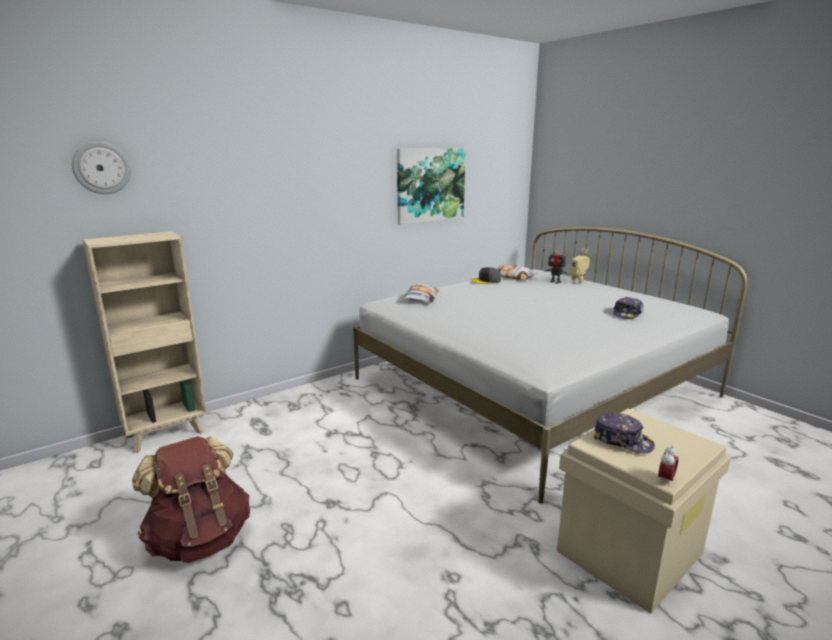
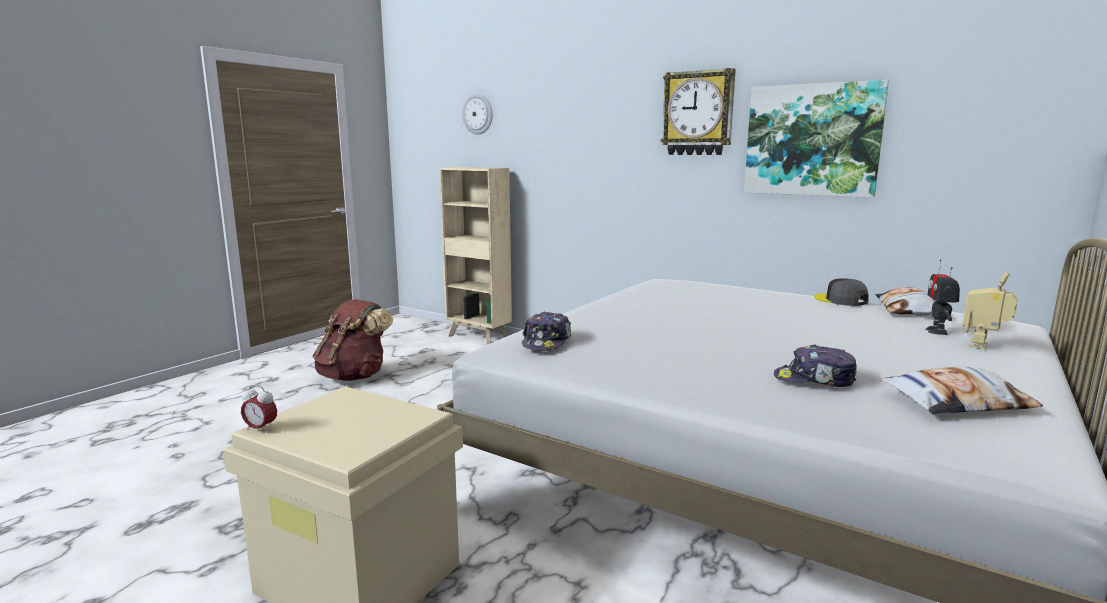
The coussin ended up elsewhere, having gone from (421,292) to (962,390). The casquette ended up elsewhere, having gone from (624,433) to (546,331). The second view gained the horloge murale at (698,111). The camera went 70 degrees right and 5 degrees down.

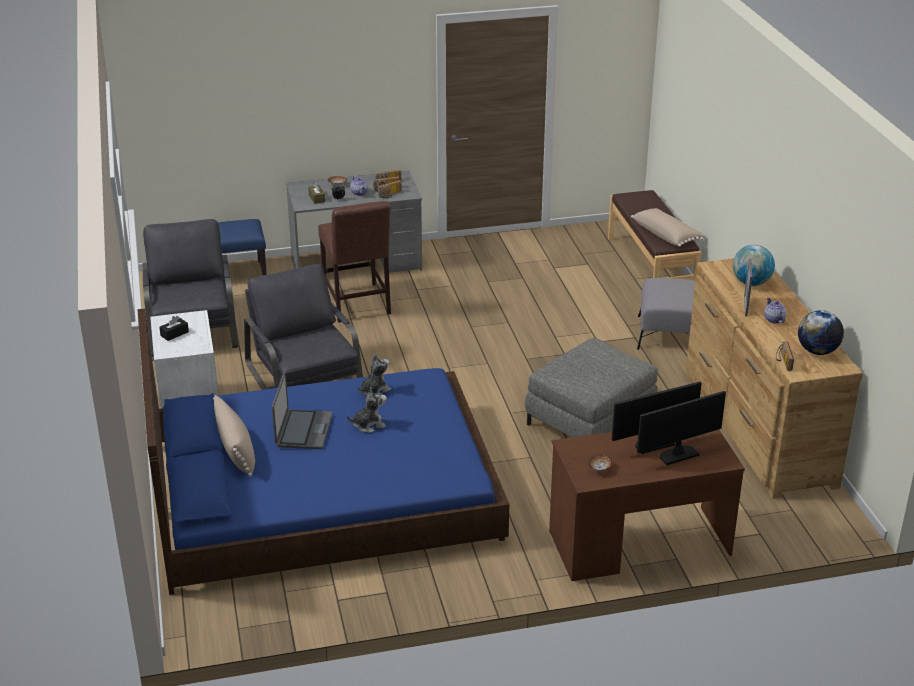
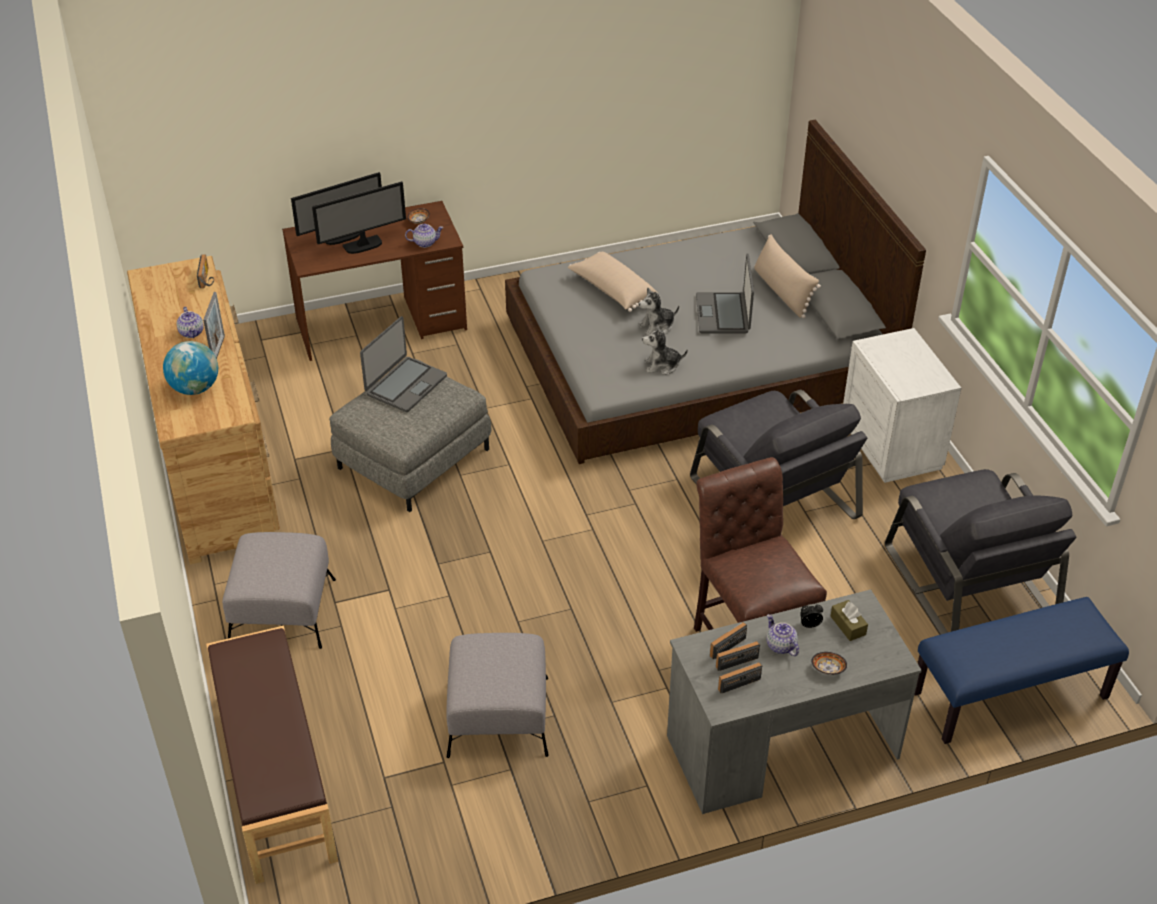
What was the lit (bleu) at (323,451) turned into the lit (gris) at (715,292). The second view lost the boîte à mouchoirs (noir) at (174,328). The peluche at (374,375) ended up facing another way, 45 degrees clockwise from before. The coussin (beige) ended up elsewhere, having gone from (667,227) to (614,282). The second view lost the globe at (821,332). The second view gained the ordinateur portable at (403,364). The second view gained the théière at (424,236). The second view gained the pouf (gris) at (497,695). The camera went 175 degrees right and 10 degrees up.

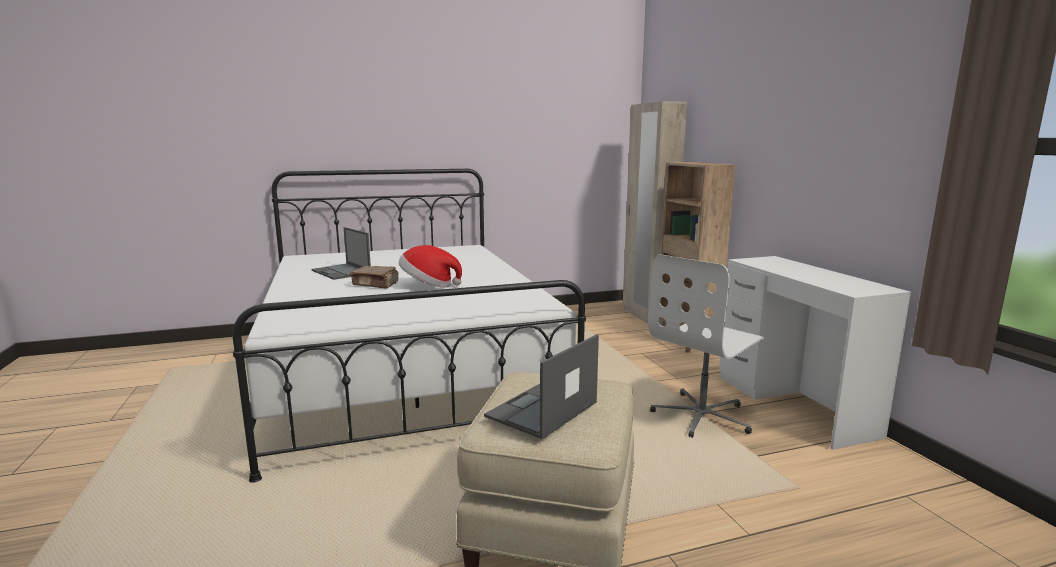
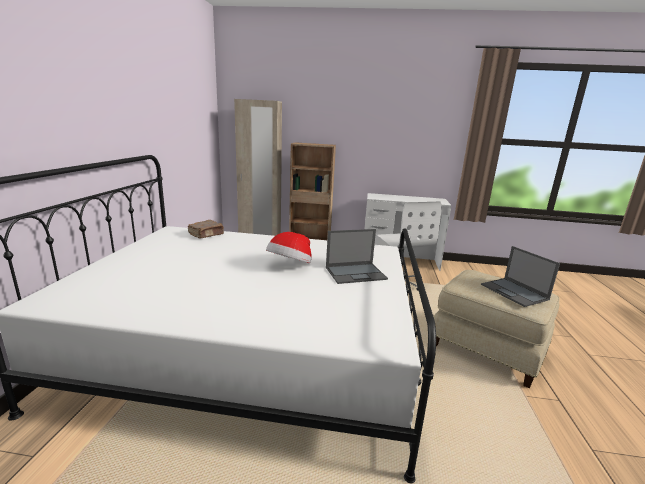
The ordinateur portable ended up elsewhere, having gone from (341,253) to (357,256). The livre (marron) ended up elsewhere, having gone from (374,277) to (206,229). The camera went 65 degrees left and 5 degrees up.

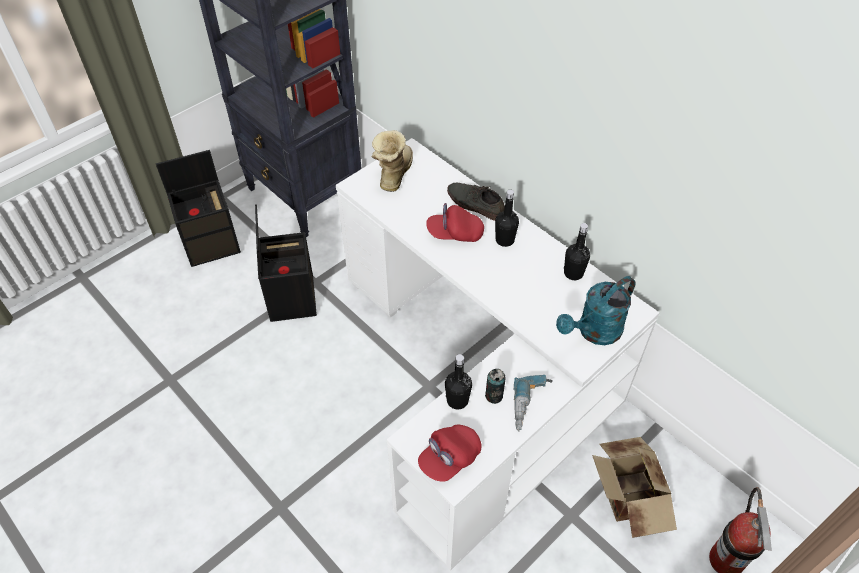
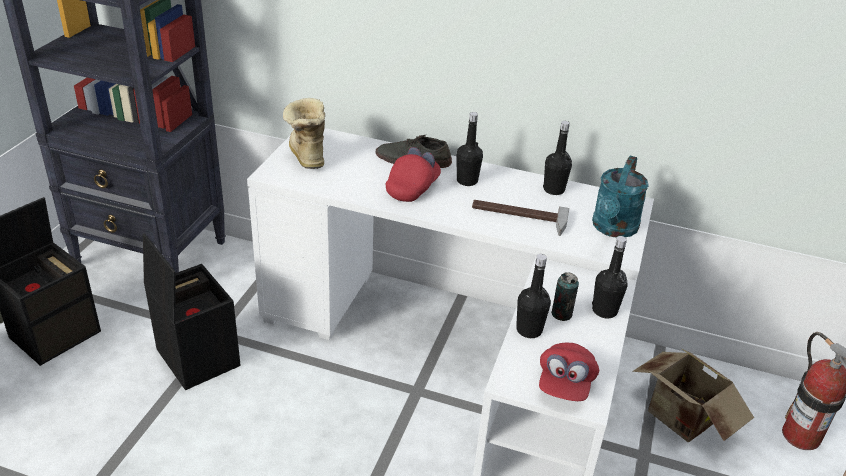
The casquette (rouge) at (455,222) ended up facing another way, 150 degrees clockwise from before. Where the perceuse stood at (533,403), the bouteille (noir) came to stand at (610,277). The second view gained the marteau at (520,218). The camera went 30 degrees left and 15 degrees down.

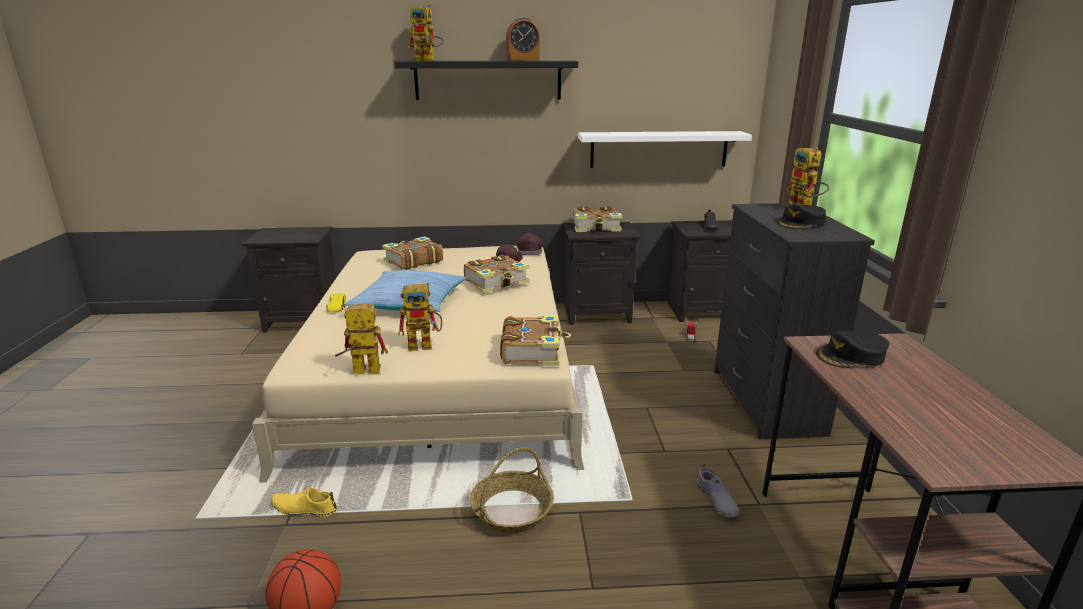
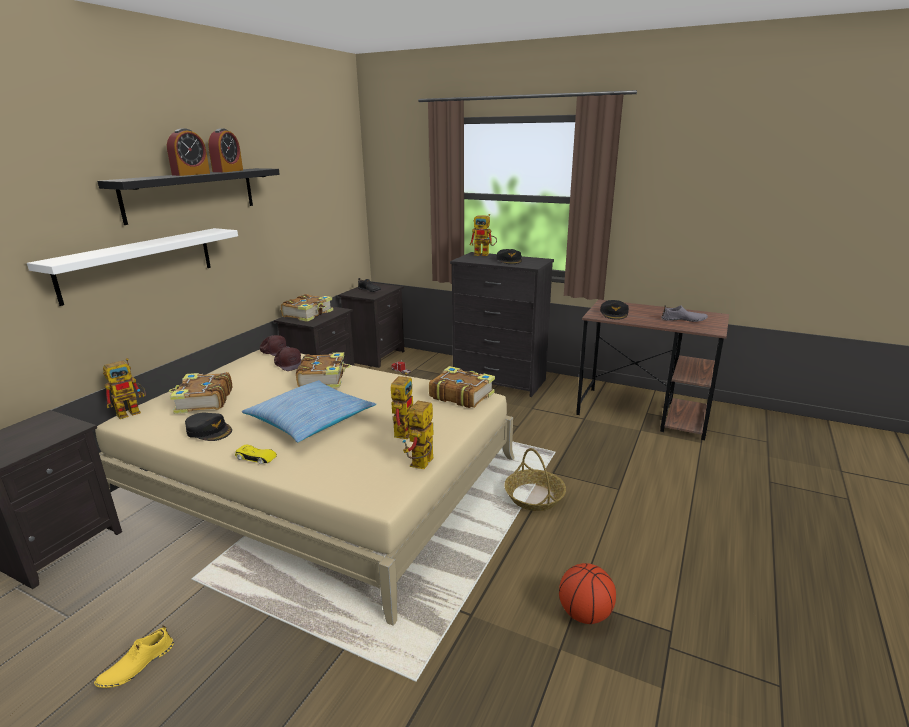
The chaussure (jaune) ended up elsewhere, having gone from (304,502) to (134,656). The robot jouet ended up elsewhere, having gone from (426,32) to (124,388). The étagère (blanc) ended up elsewhere, having gone from (665,149) to (132,267). The chaussure (gris) ended up elsewhere, having gone from (718,491) to (684,313). The second view gained the réveil at (188,152). The second view gained the casquette (noir) at (208,427). The camera went 60 degrees left and 0 degrees up.

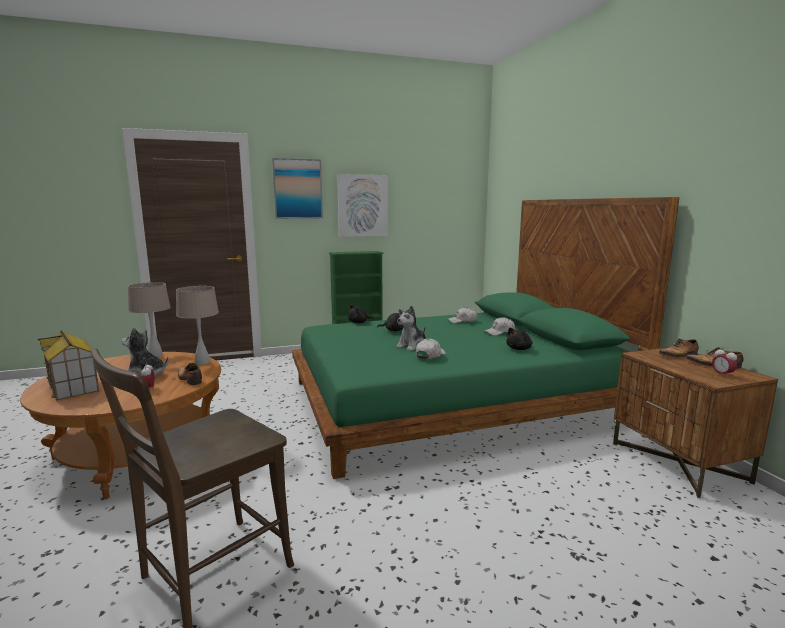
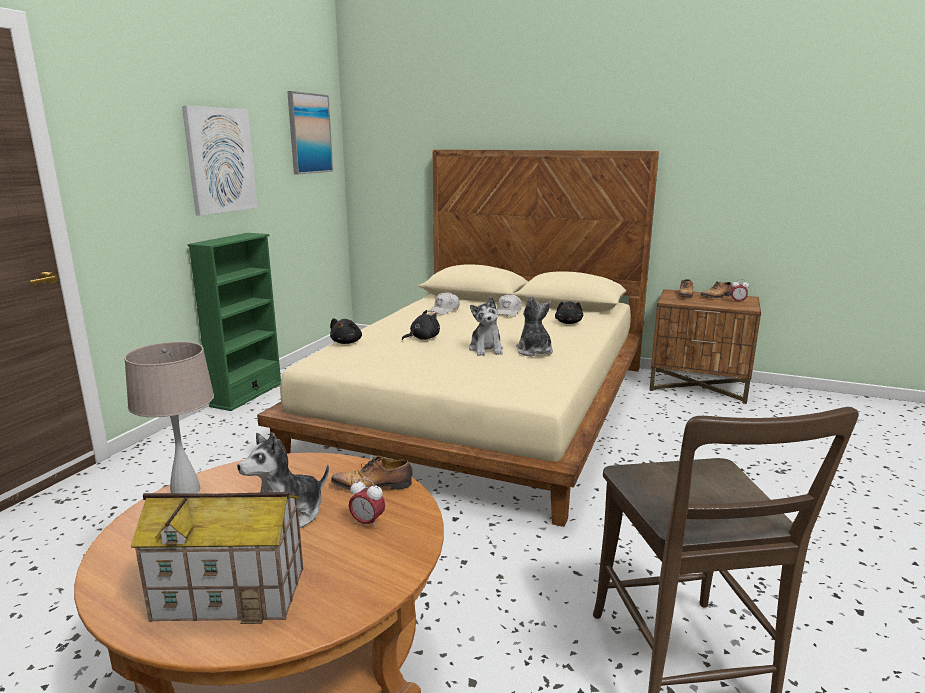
The second view lost the lampe de table (beige) at (197,325). The tableau ended up elsewhere, having gone from (297,188) to (310,132). What was the lit (vert) at (485,338) turned into the lit (beige) at (458,338). Where the casquette (blanc) stood at (431,349), the peluche came to stand at (534,326). The camera went 50 degrees left and 5 degrees up.

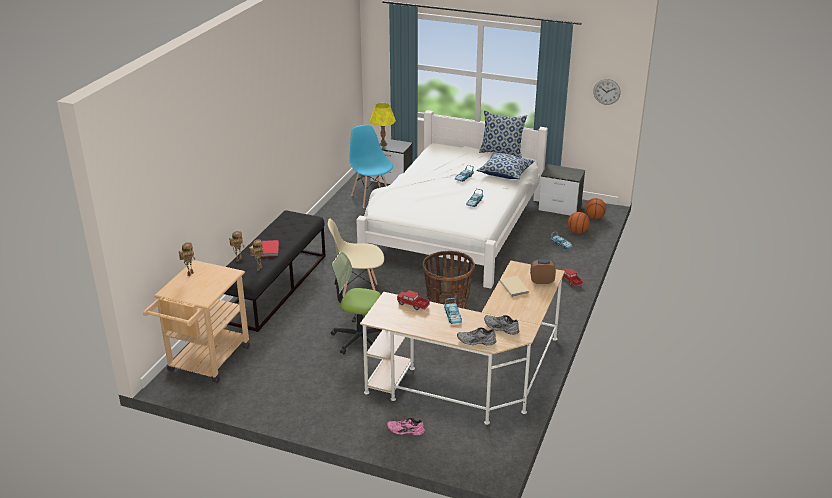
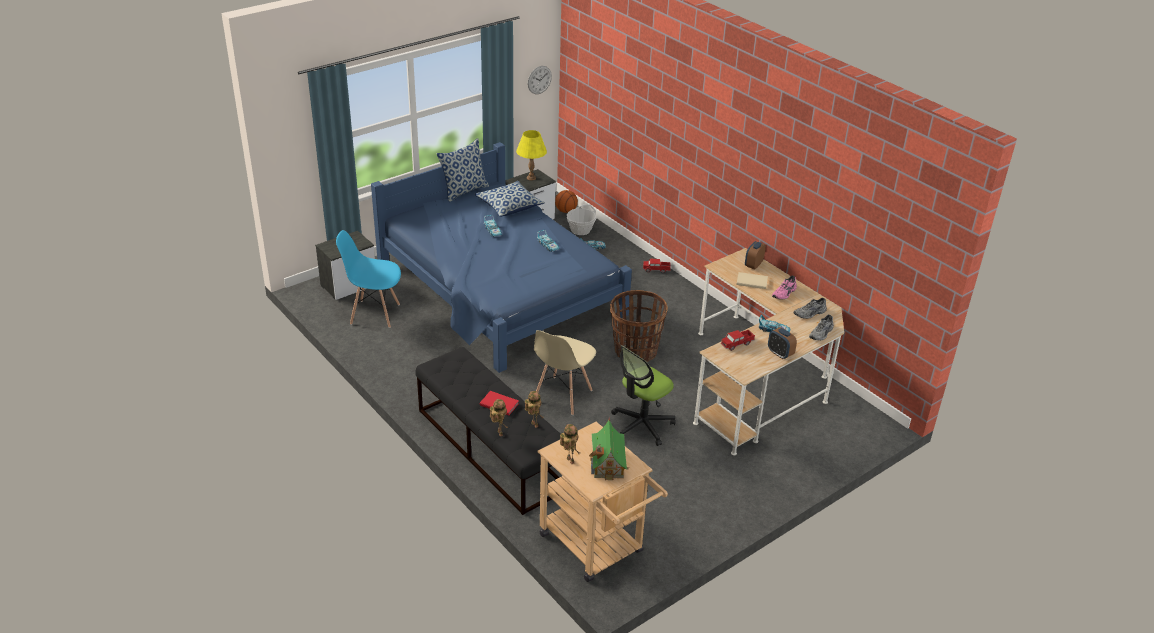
What was the lit (blanc) at (452,199) turned into the lit (bleu) at (501,257). The lampe de table (jaune) ended up elsewhere, having gone from (383,124) to (531,155). The chaussure (rose) ended up elsewhere, having gone from (406,427) to (784,287). Where the ballon de basket stood at (579,223), the panier came to stand at (581,219). The second view gained the maison miniature at (609,450). The second view gained the réveil at (782,343). The camera went 60 degrees left and 5 degrees up.

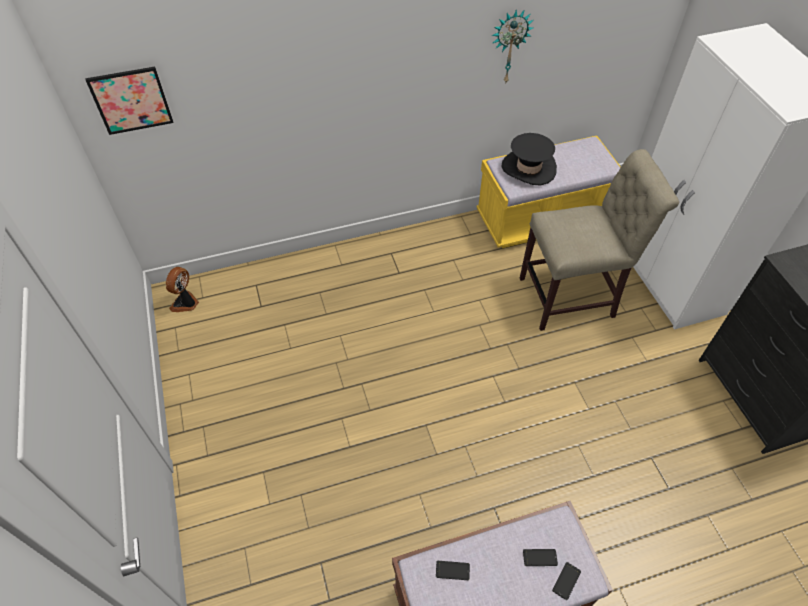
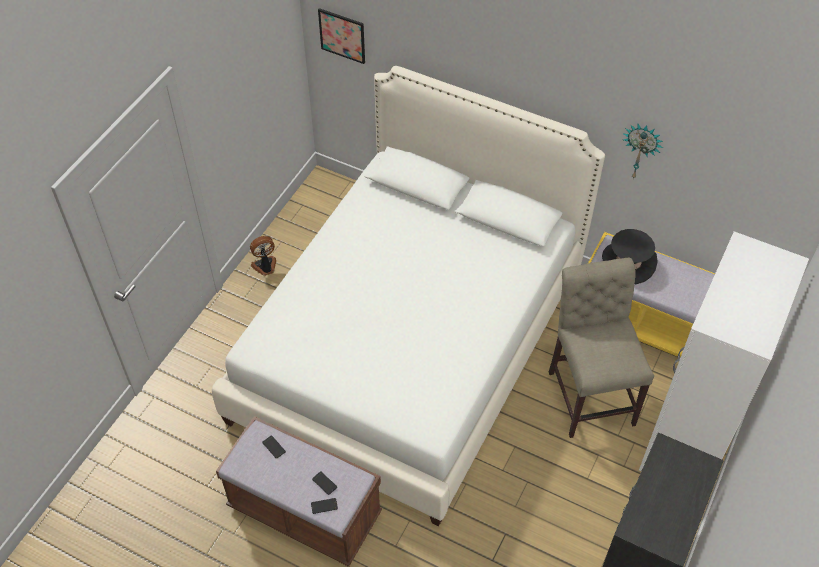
The ventilateur ended up elsewhere, having gone from (182,289) to (263,256). The chaise (beige) at (599,240) ended up facing another way, 135 degrees counterclockwise from before. The second view gained the lit (blanc) at (408,296). The camera went 45 degrees right and 0 degrees up.

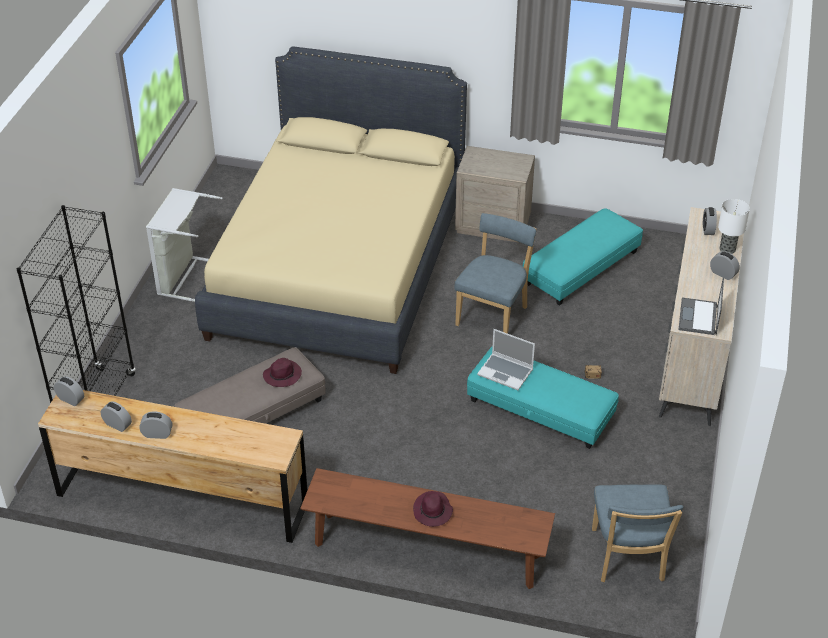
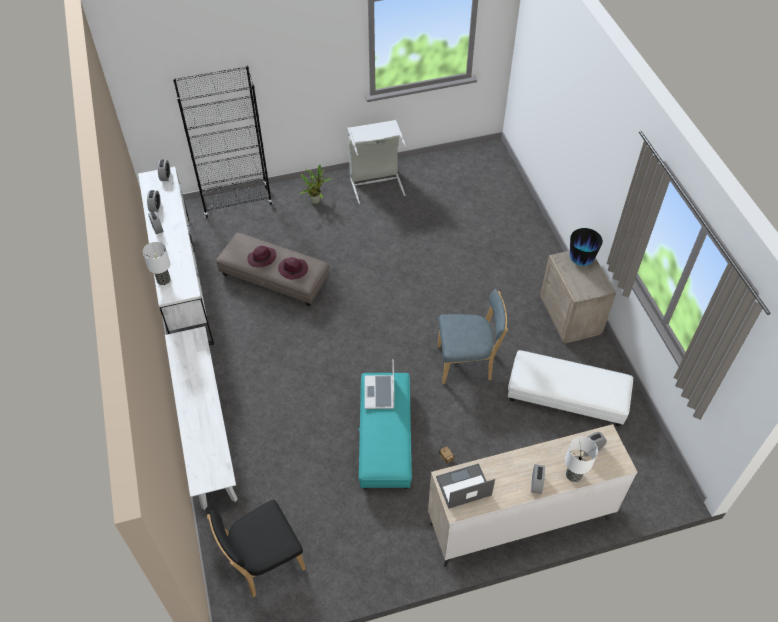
What was the commode (marron) at (172,466) turned into the commode (blanc) at (176,256). The second view lost the lit (beige) at (331,210). What was the banc (marron) at (427,528) turned into the banc (blanc) at (201,418). The chapeau (violet) ended up elsewhere, having gone from (433,509) to (261,256). What was the pouf (turquoise) at (583,257) turned into the pouf (blanc) at (570,388). What was the chaise (bleu) at (638,533) turned into the chaise (noir) at (256,548). The second view gained the lampe de table at (156,263). The second view gained the plante en pot at (315,184). The second view gained the vase at (586,247). The camera went 60 degrees right and 10 degrees up.

